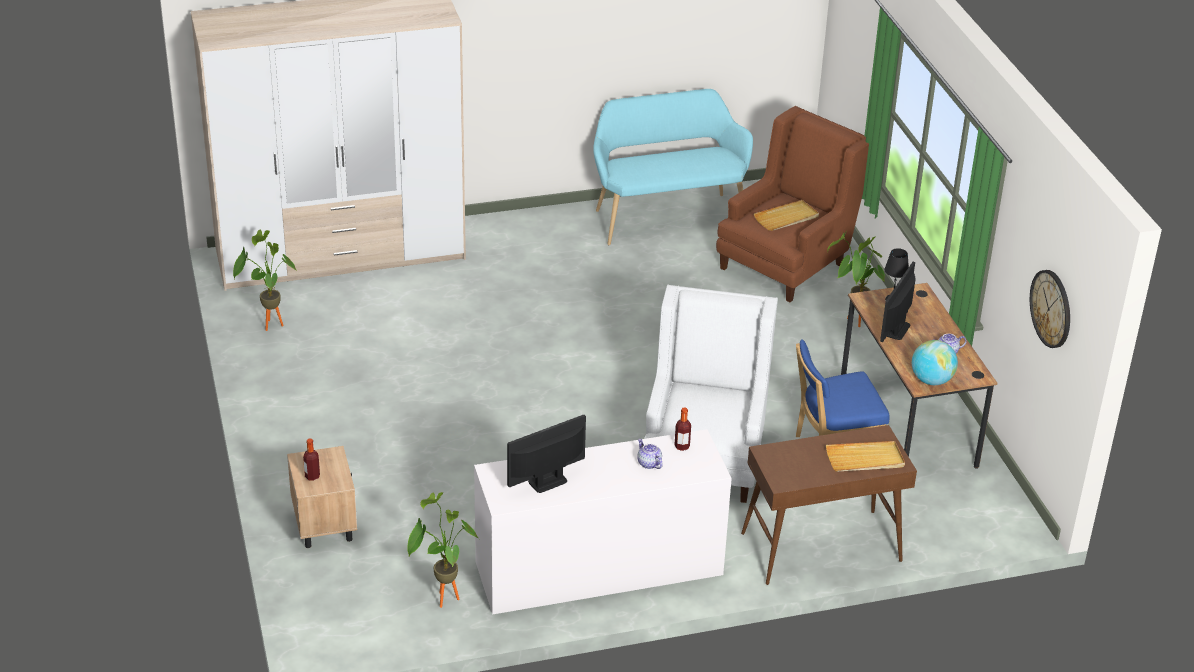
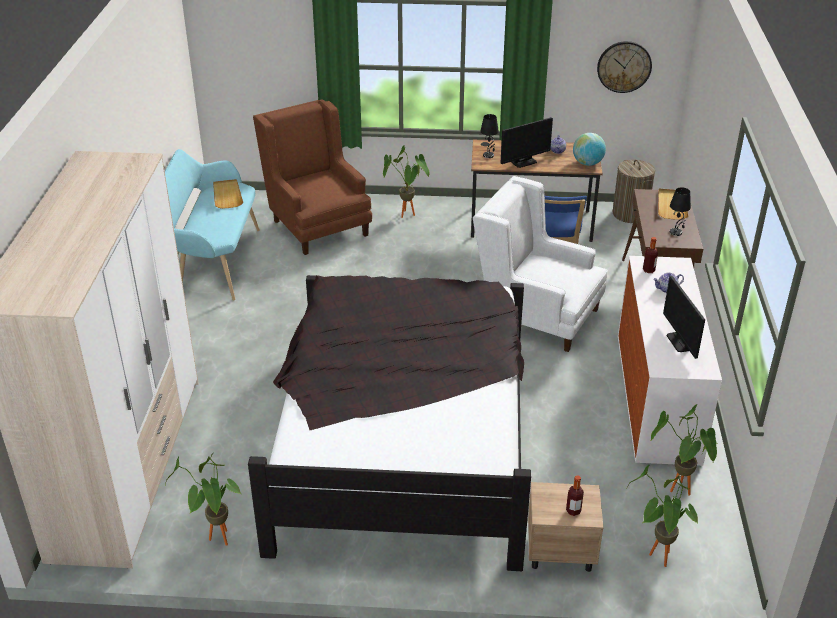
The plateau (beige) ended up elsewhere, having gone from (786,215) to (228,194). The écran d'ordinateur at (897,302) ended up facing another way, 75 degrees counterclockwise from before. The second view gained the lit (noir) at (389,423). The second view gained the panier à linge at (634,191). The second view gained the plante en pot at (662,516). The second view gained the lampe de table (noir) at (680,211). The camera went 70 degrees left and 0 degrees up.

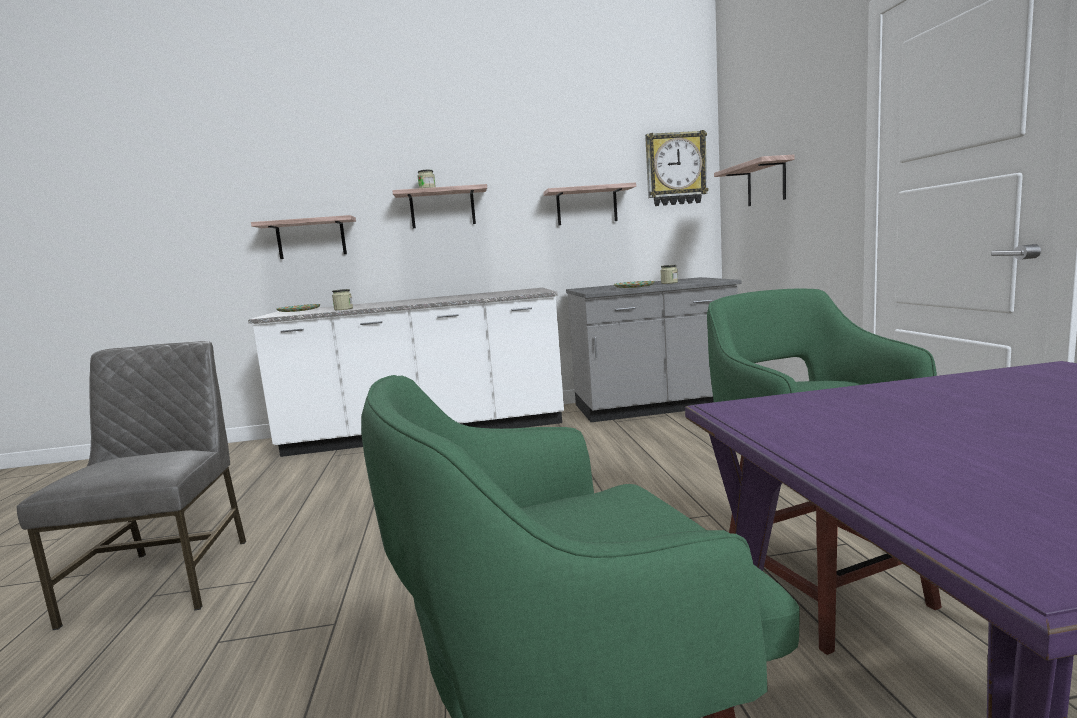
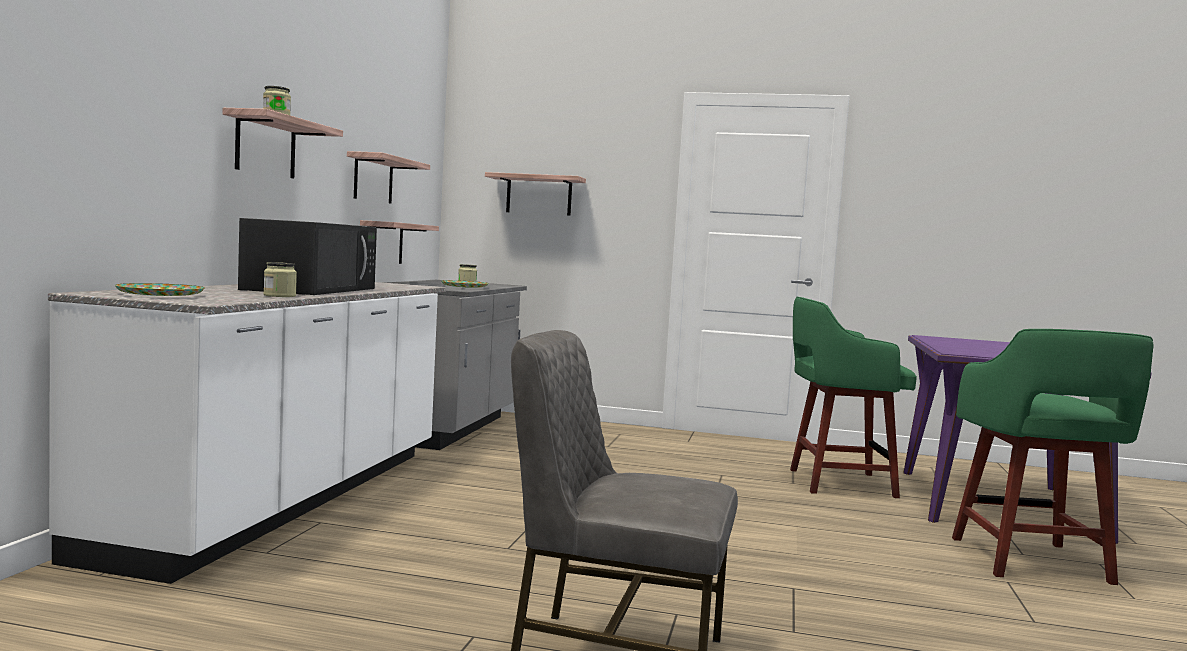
The étagère ended up elsewhere, having gone from (303,237) to (399,242). The second view lost the horloge murale at (677,168). The second view gained the micro-ondes (noir) at (307,256). The camera went 70 degrees left and 5 degrees down.

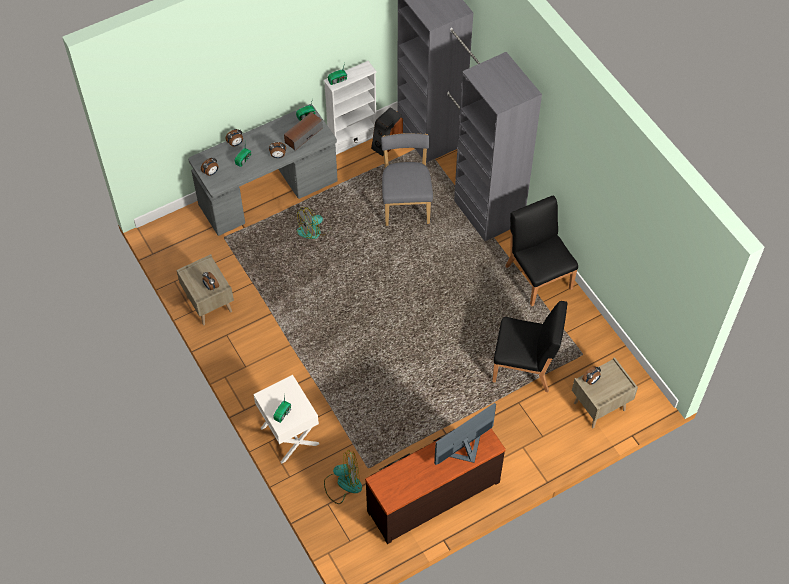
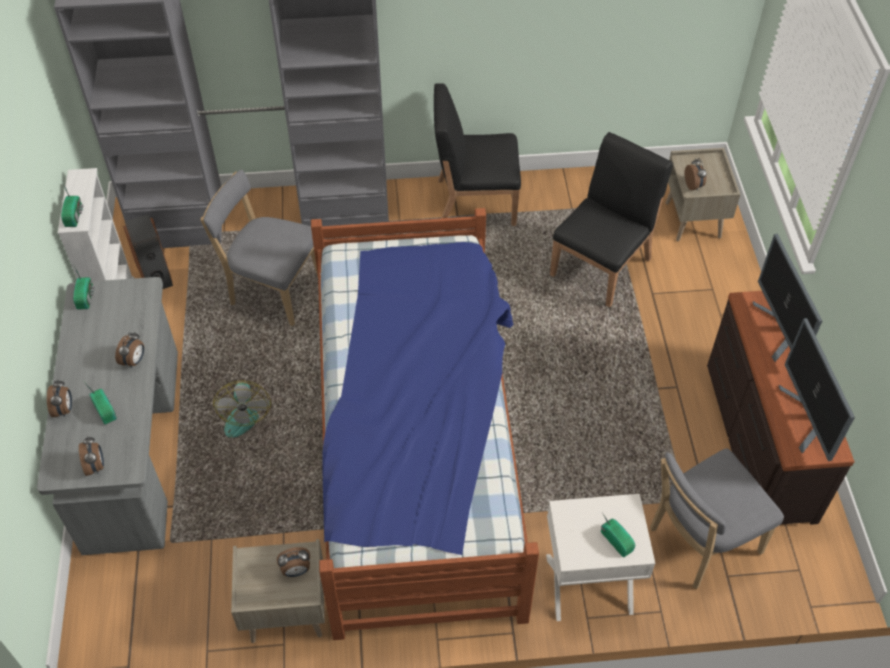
The second view lost the enceinte at (303,131). Where the ventilateur stood at (343,477), the chaise (gris) came to stand at (717,519). The second view gained the lit at (425,424). The second view gained the écran d'ordinateur at (817,389). The camera went 65 degrees left and 5 degrees down.

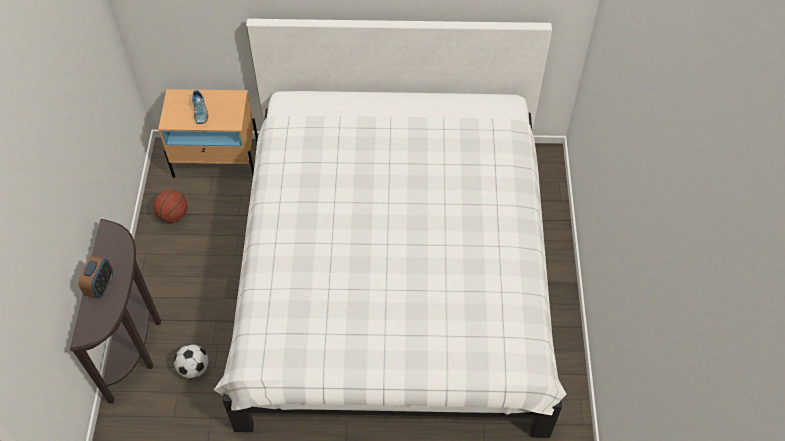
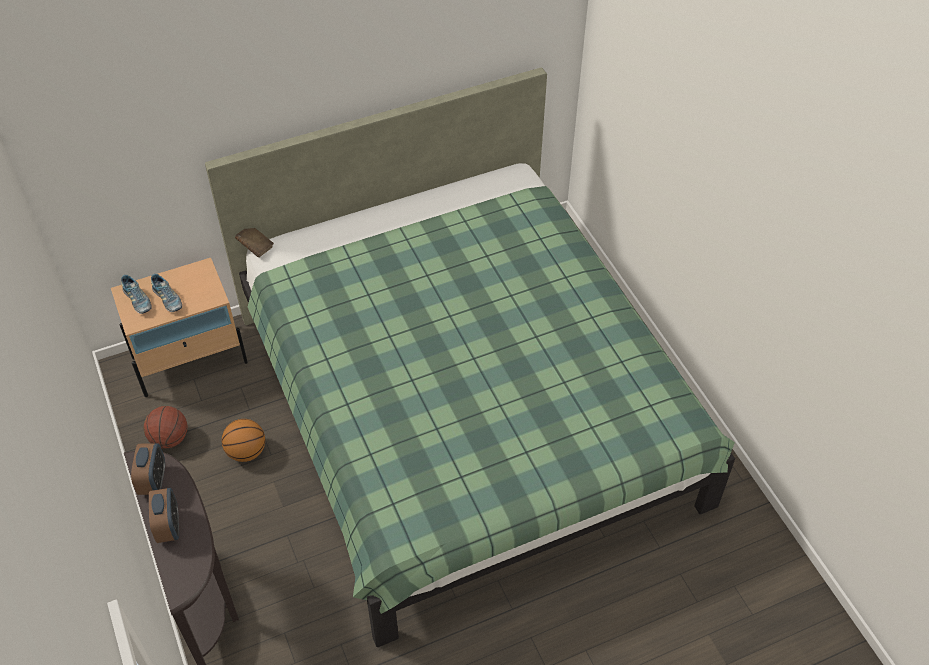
The second view lost the ballon de foot at (191,361). What was the lit (blanc) at (390,228) turned into the lit (vert) at (470,357). The second view gained the chaussure at (136,294). The second view gained the réveil at (148,469). The second view gained the ballon de basket at (243,440). The second view gained the livre (marron) at (254,243). The camera went 25 degrees left and 5 degrees down.

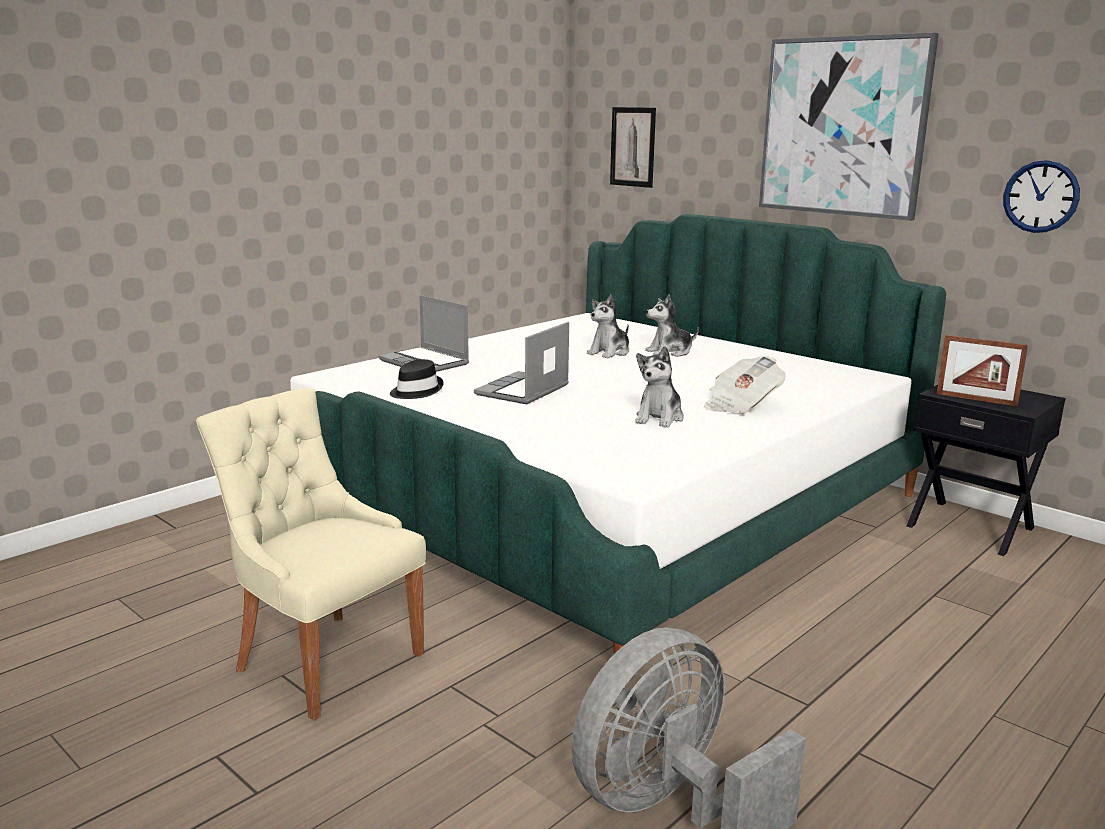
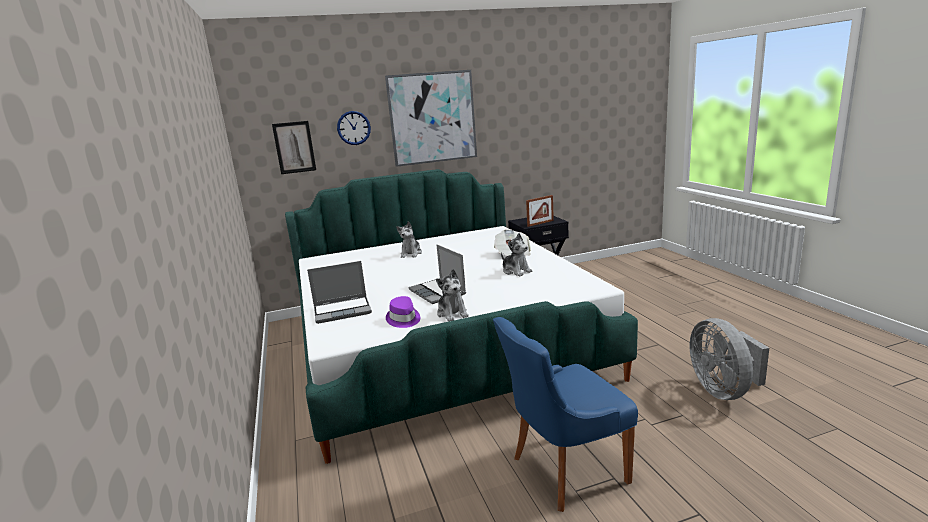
What was the chaise (beige) at (311,554) turned into the chaise (bleu) at (565,414). What was the chapeau (noir) at (417,379) turned into the chapeau (violet) at (403,312). The peluche ended up elsewhere, having gone from (608,326) to (452,295). The horloge murale ended up elsewhere, having gone from (1041,196) to (354,128). The camera went 60 degrees left and 0 degrees up.

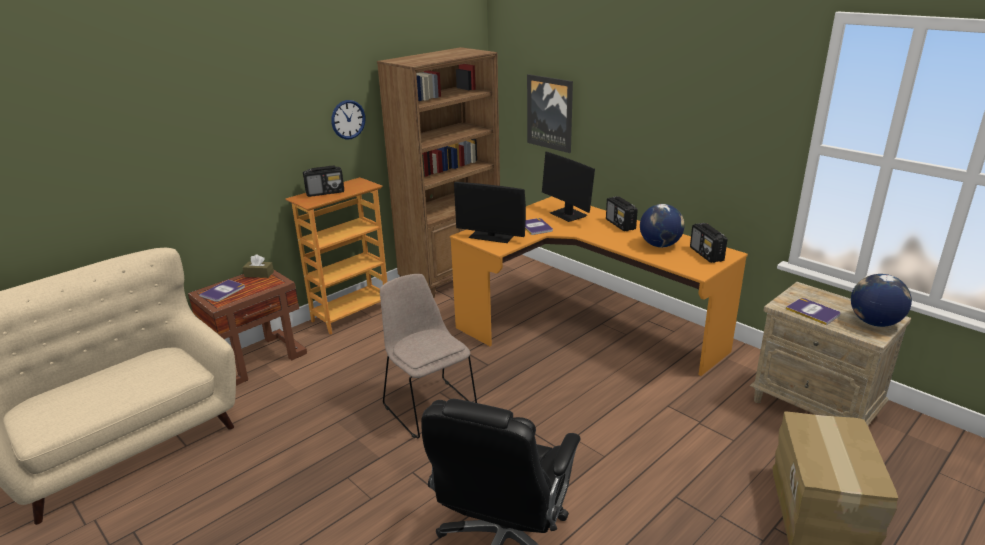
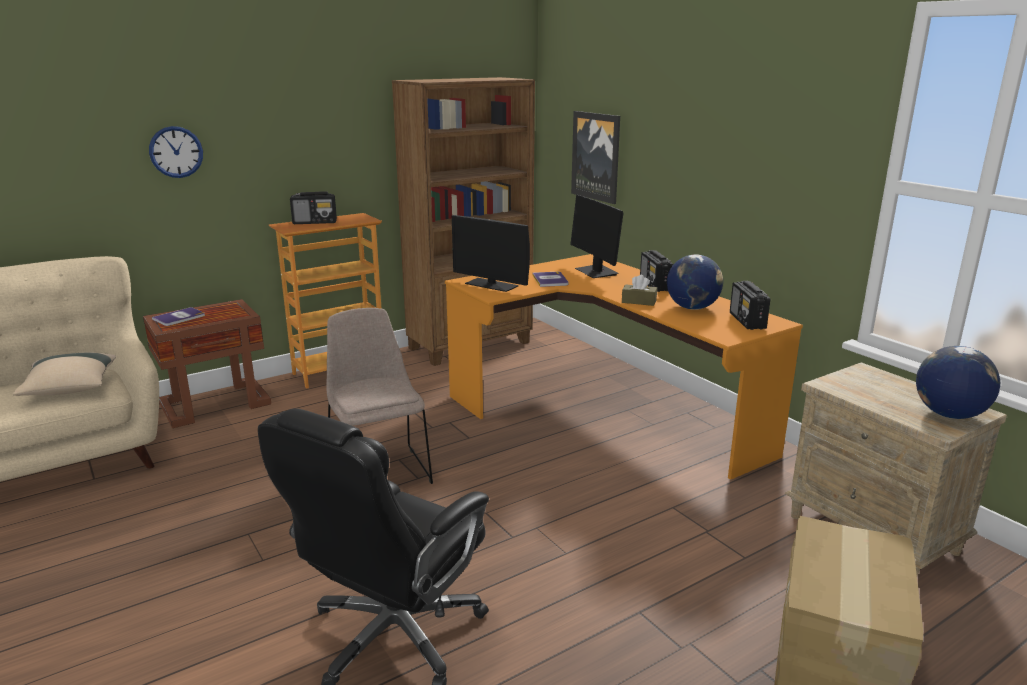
The boîte à mouchoirs (marron) ended up elsewhere, having gone from (258,266) to (639,290). The horloge murale ended up elsewhere, having gone from (348,120) to (176,152). The second view lost the livre at (813,311). The second view gained the coussin (beige) at (64,374). The camera went 10 degrees right and 5 degrees down.

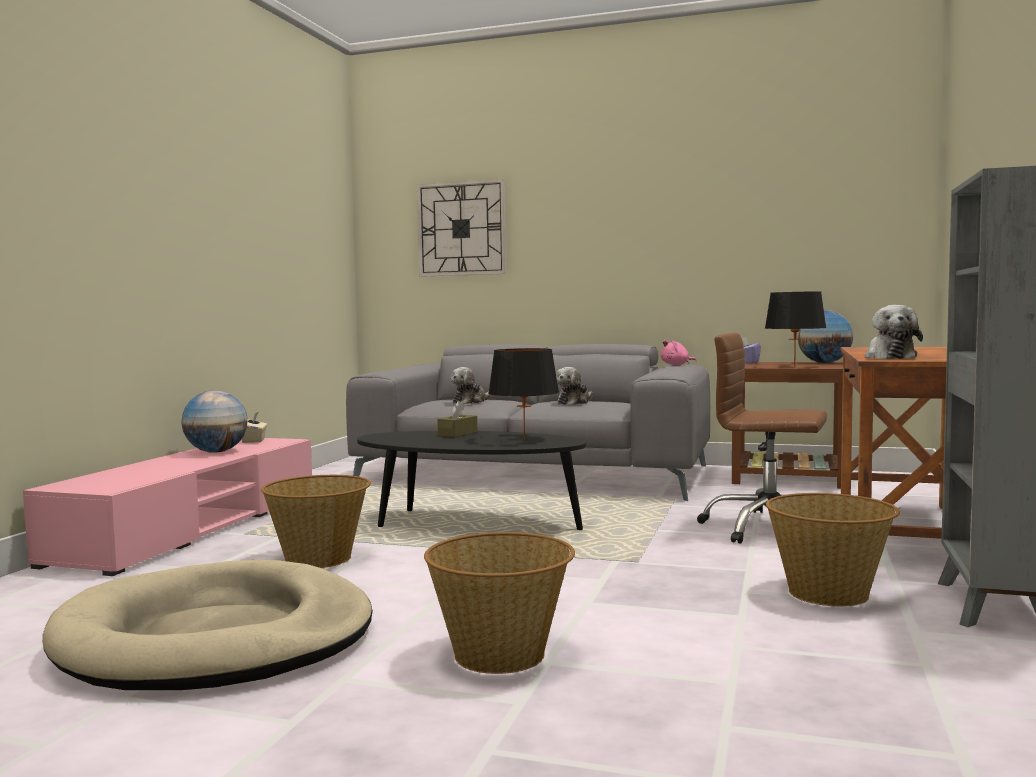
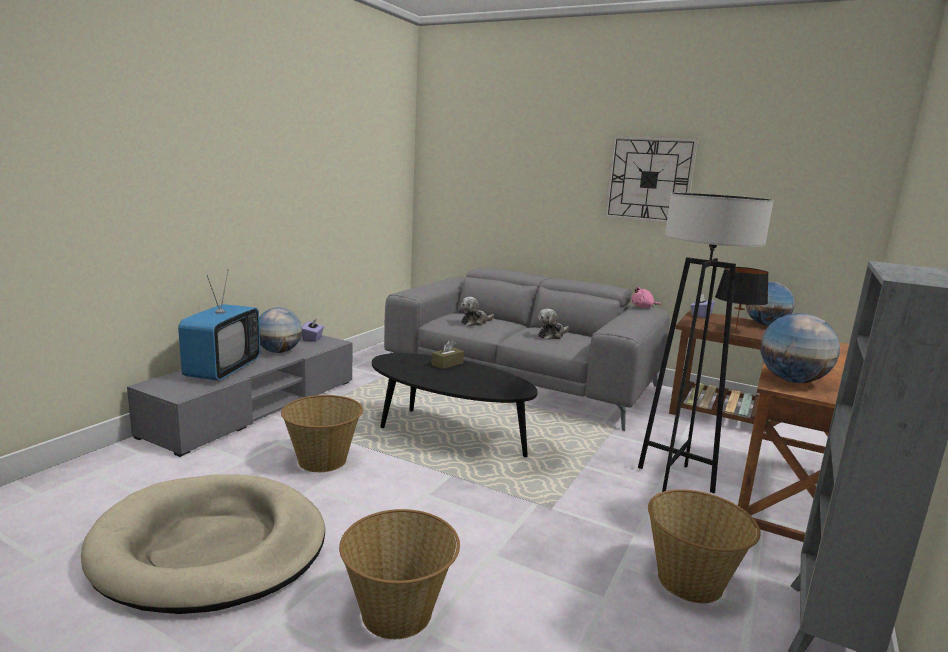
What was the meuble télé (rose) at (167,507) turned into the meuble télé (gris) at (239,396). What was the boîte à mouchoirs (beige) at (254,427) turned into the boîte à mouchoirs (violet) at (313,330). The horloge murale ended up elsewhere, having gone from (461,228) to (651,179). The second view lost the lampe de table (noir) at (523,393). Where the chaise de bureau (marron) stood at (762,438), the lampadaire (gris) came to stand at (706,343). Where the peluche stood at (894,332), the globe came to stand at (800,348). The second view gained the téléviseur at (219,325). The camera went 10 degrees right and 10 degrees up.

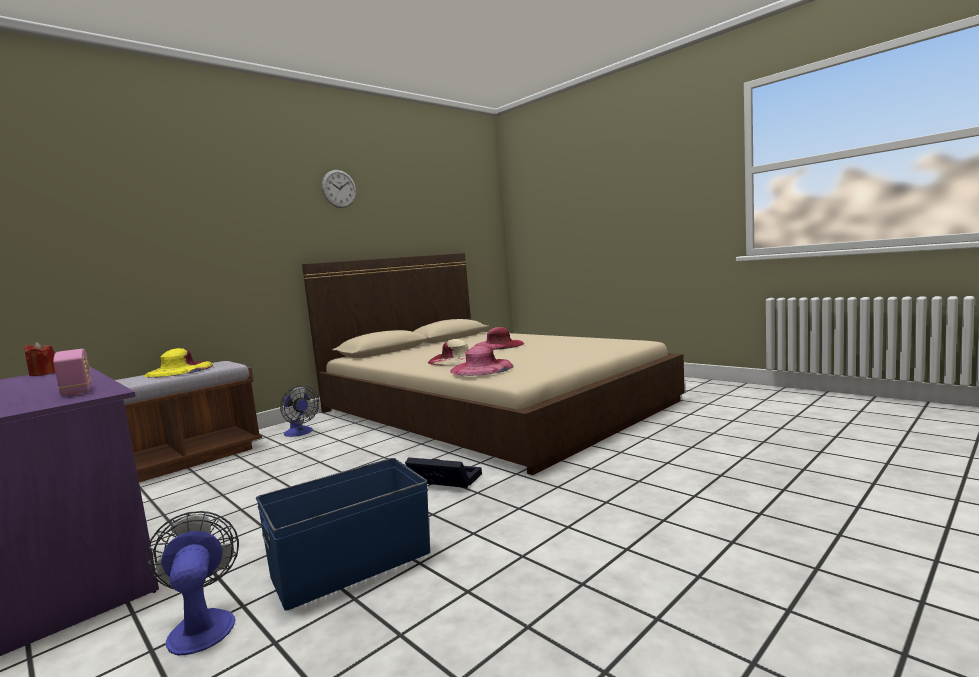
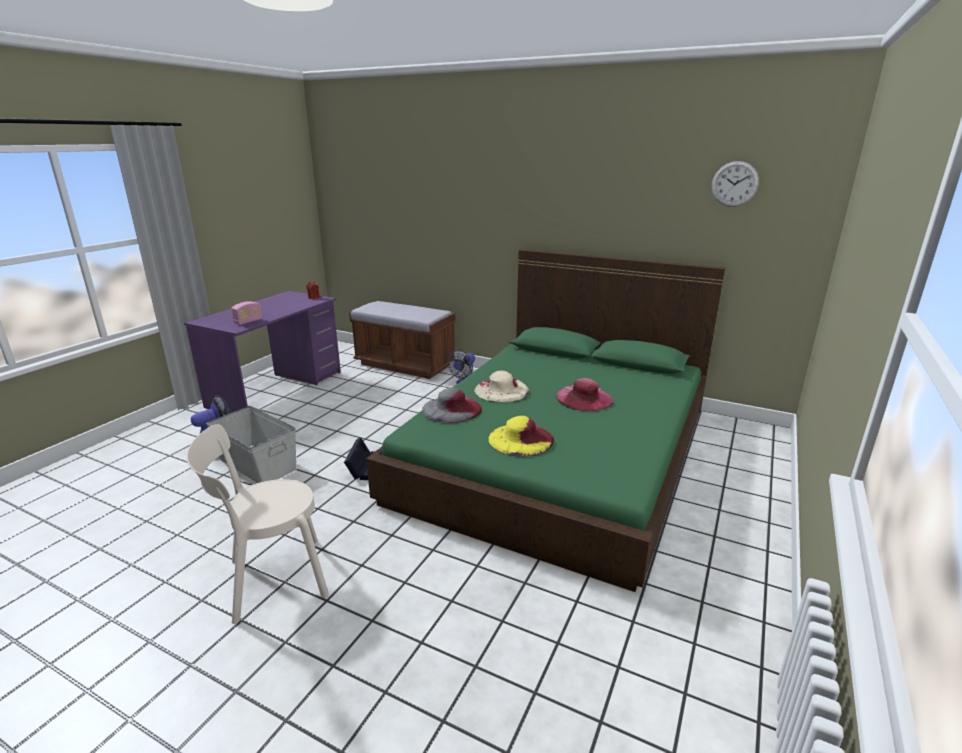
The chapeau (jaune) ended up elsewhere, having gone from (178,363) to (521,436). What was the boîte de rangement (bleu) at (343,534) turned into the boîte de rangement (gris) at (251,444). What was the lit (beige) at (493,364) turned into the lit (vert) at (545,420). The horloge murale ended up elsewhere, having gone from (339,189) to (735,184). What was the chapeau (rose) at (481,360) turned into the chapeau (gris) at (452,405). The second view gained the chaise (beige) at (258,524). The camera went 70 degrees right and 15 degrees up.

